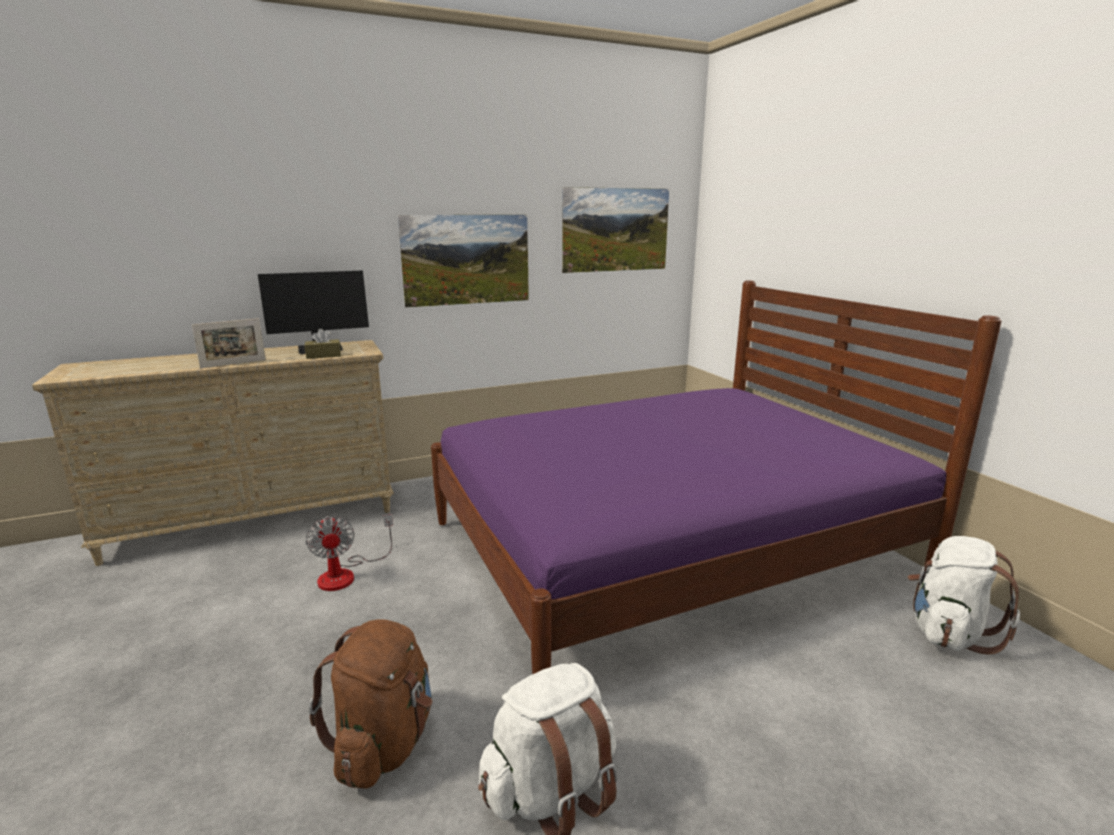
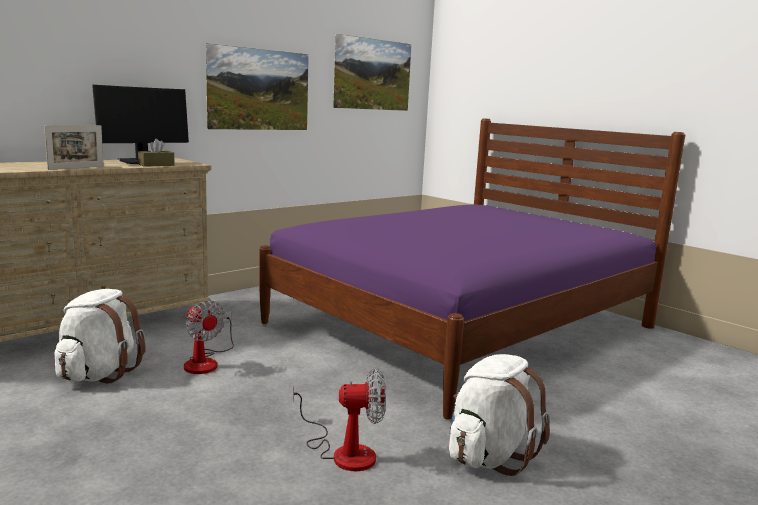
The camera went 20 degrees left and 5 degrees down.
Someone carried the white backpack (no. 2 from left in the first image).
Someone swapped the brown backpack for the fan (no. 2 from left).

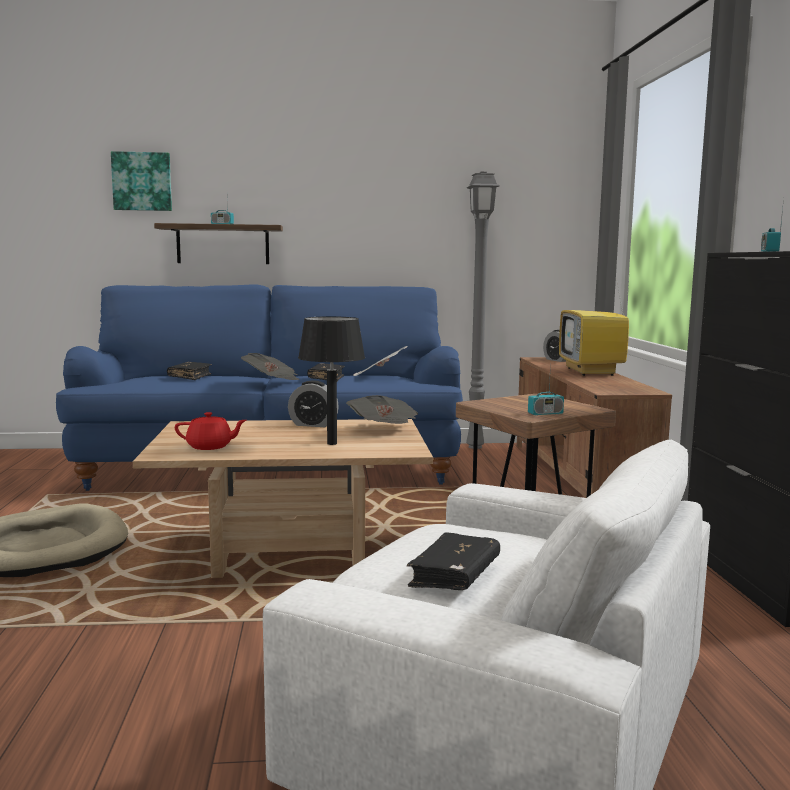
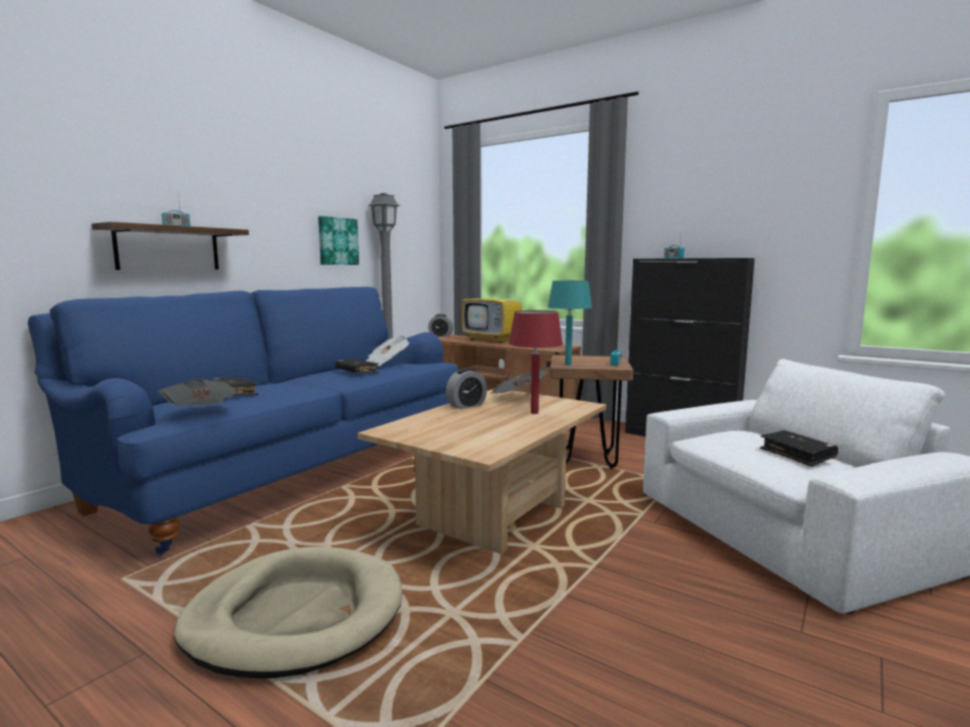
The camera went 50 degrees left and 0 degrees up.
Someone carried the newspaper (no. 1 from left).
Someone carried the picture.
Someone repainted the black table lamp, which became the red table lamp.
Someone put down the turquoise table lamp.
Someone took away the red teapot.

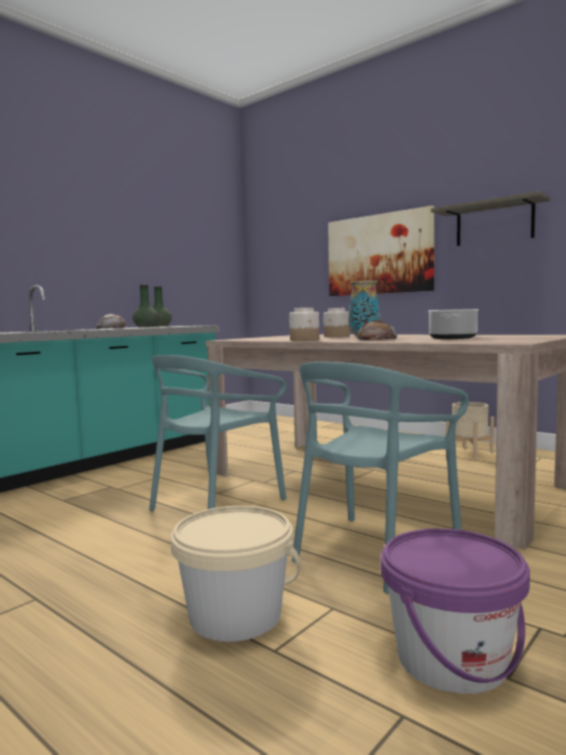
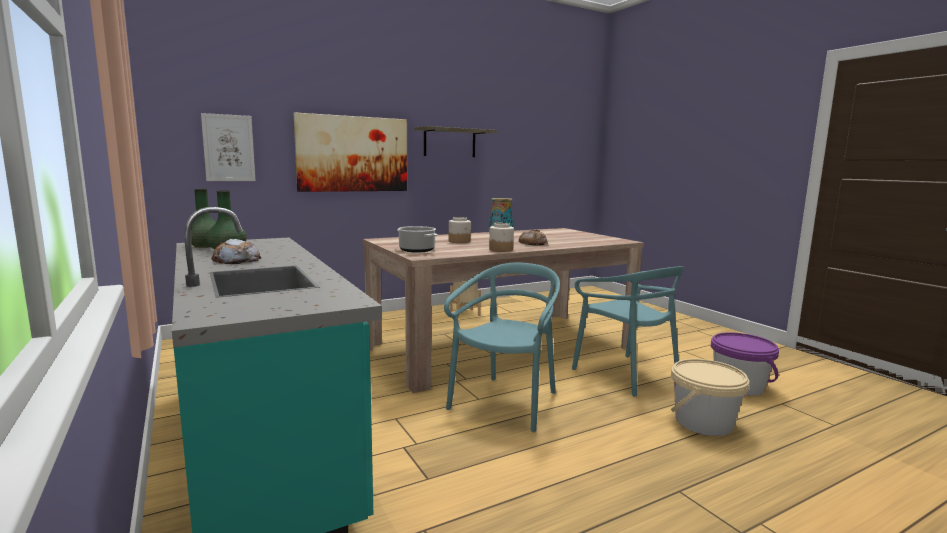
The camera went 70 degrees left and 5 degrees up.
Someone put up the picture (no. 1 from left).
Someone carried the cooking pot.
Someone rotated the turquoise chair (no. 1 from left) by 120 degrees counterclockwise.

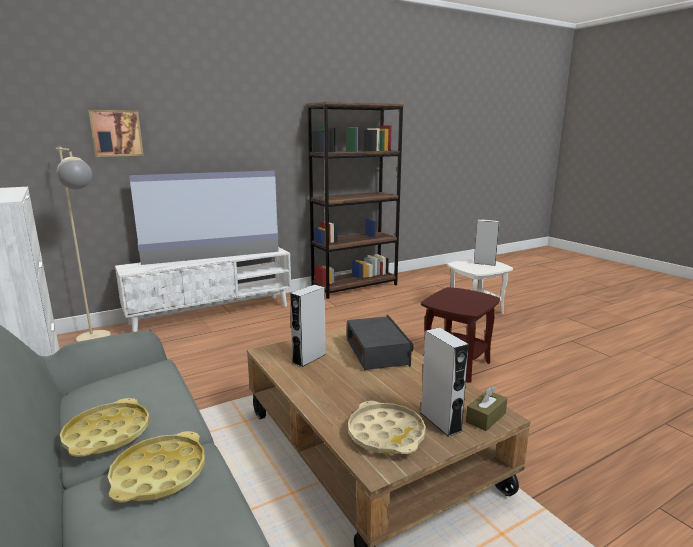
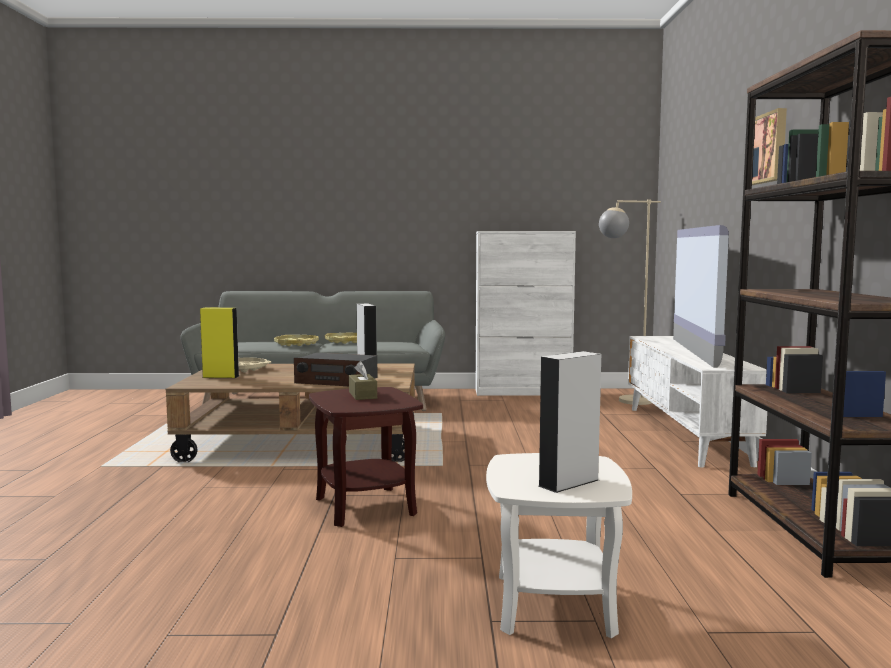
The camera went 120 degrees right and 10 degrees down.
Someone repainted the grey speaker (no. 2 from left), which became the yellow speaker.
Someone carried the brown tissue box.
Someone carried the picture.

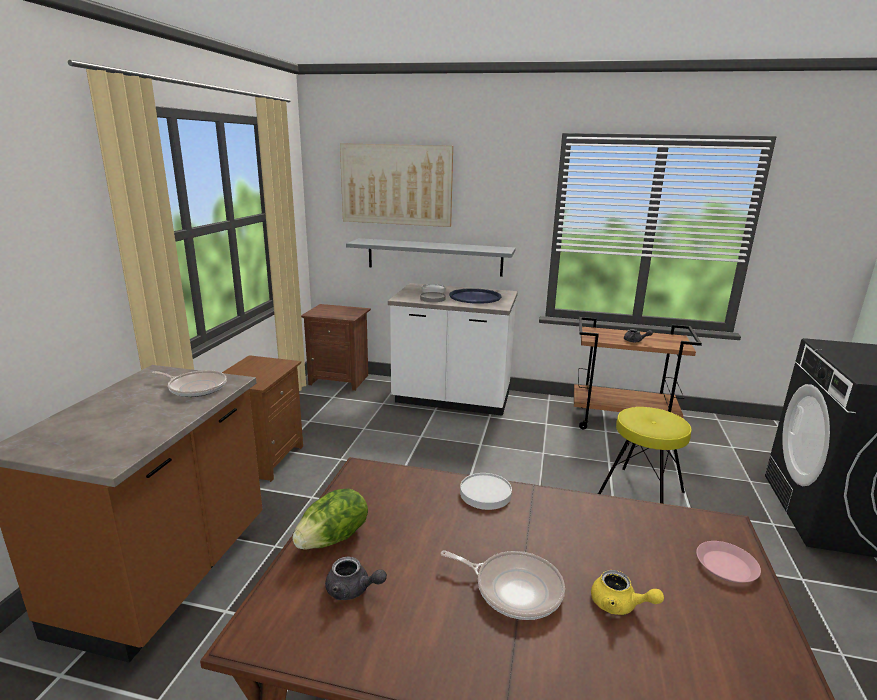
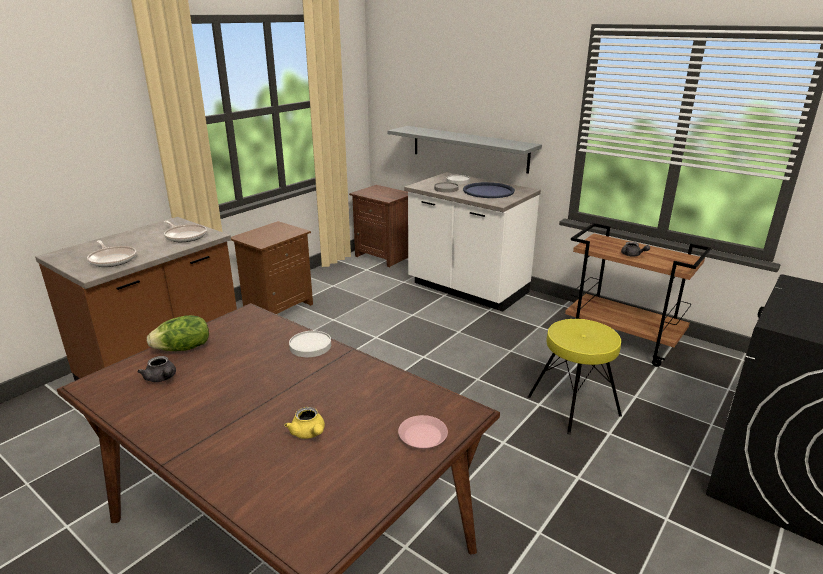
The camera went 25 degrees right and 5 degrees up.
Someone carried the frying pan (no. 2 from left in the first image).
Someone took away the picture.

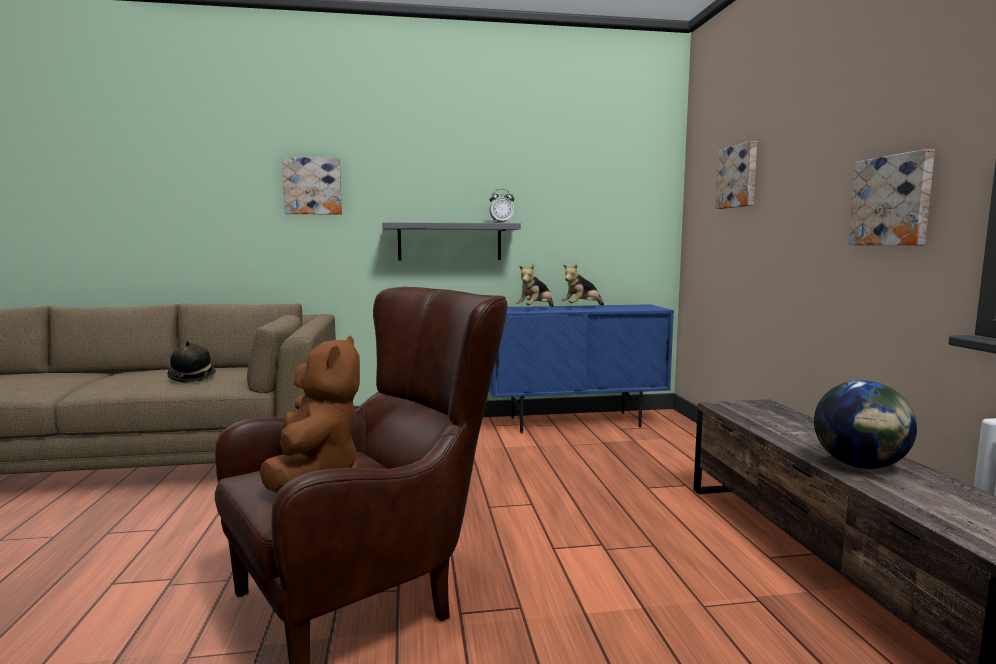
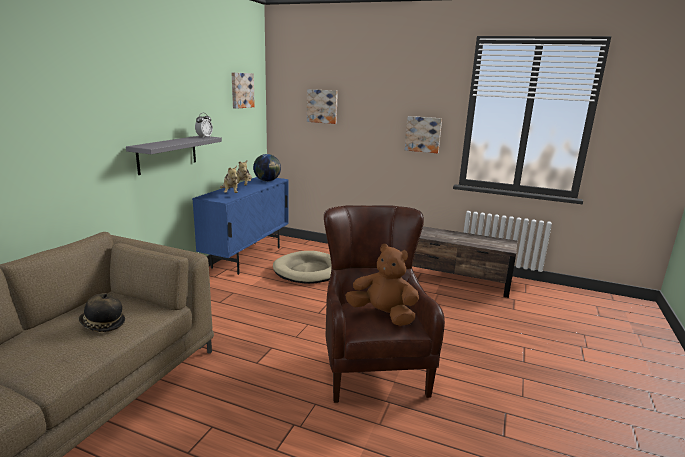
The camera went 60 degrees left and 10 degrees up.
Someone carried the picture (no. 1 from left).
Someone carried the globe.
Someone put down the beige dog bed.

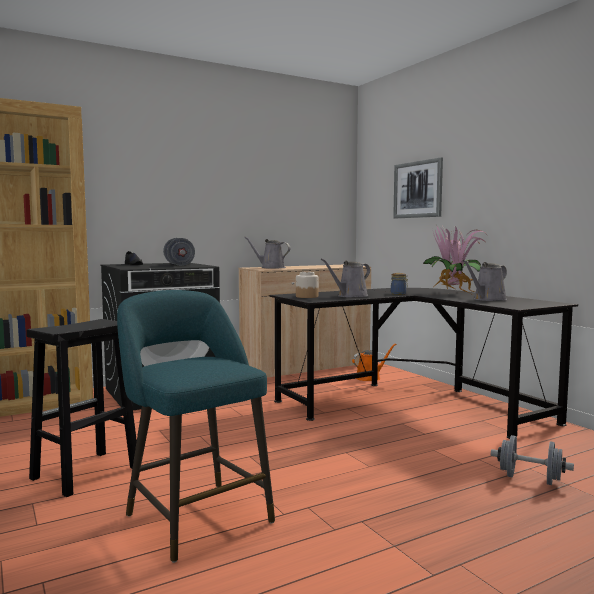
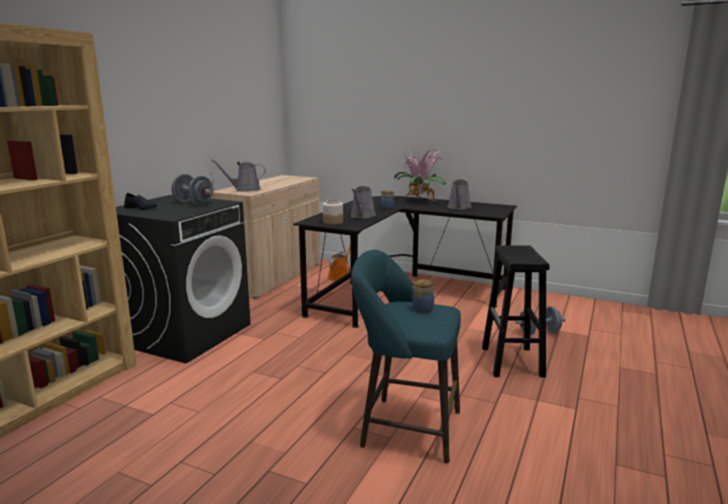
The camera went 35 degrees left and 10 degrees up.
Someone put down the jar (no. 3 from left).
Someone carried the black stool.
Someone took away the picture.

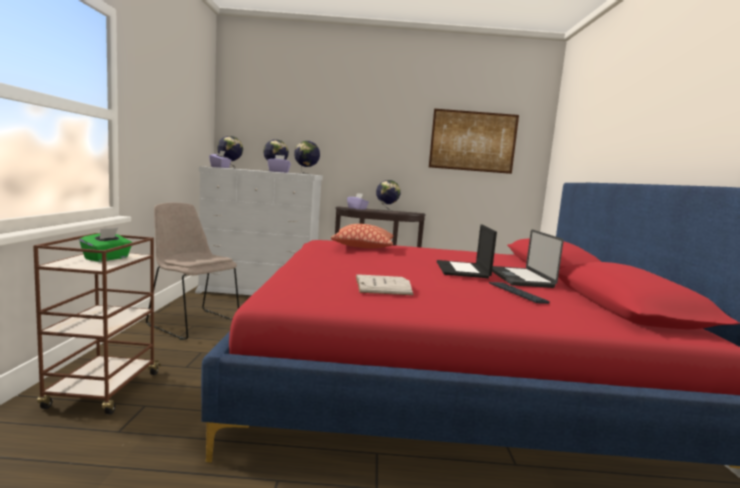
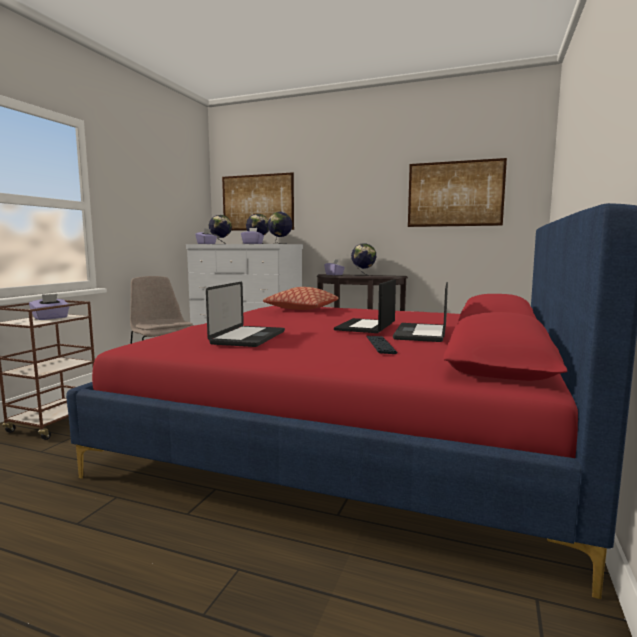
The camera went 20 degrees right and 0 degrees up.
Someone repainted the green tissue box, which became the purple tissue box (no. 1 from left).
Someone swapped the white book for the laptop (no. 1 from left).
Someone put up the picture (no. 1 from left).

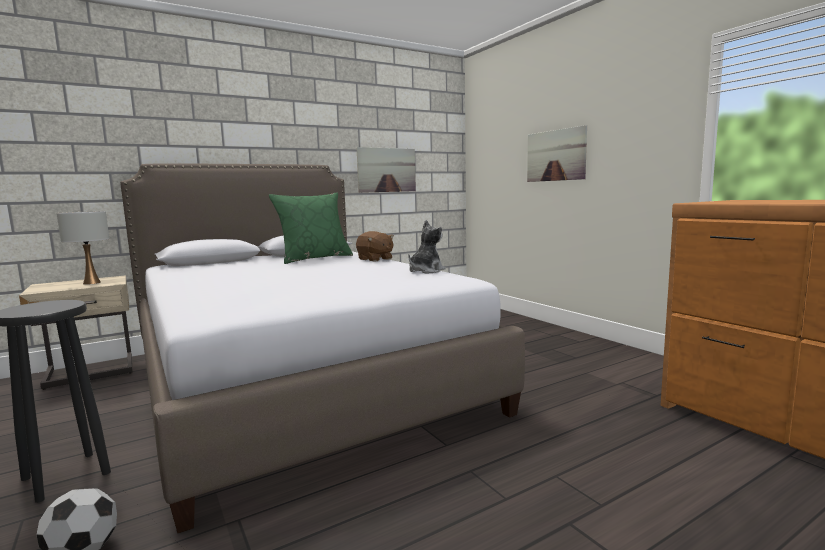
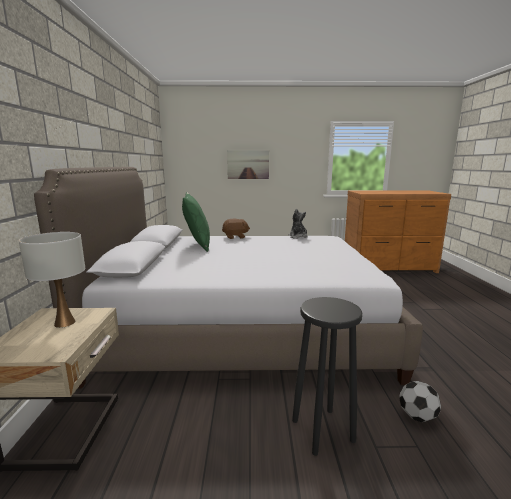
The camera went 60 degrees left and 5 degrees up.
Someone took away the picture (no. 1 from left).

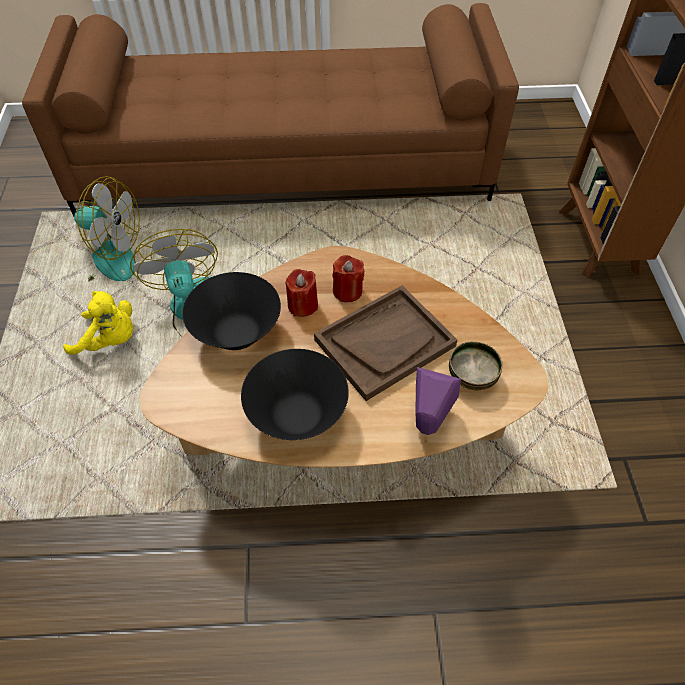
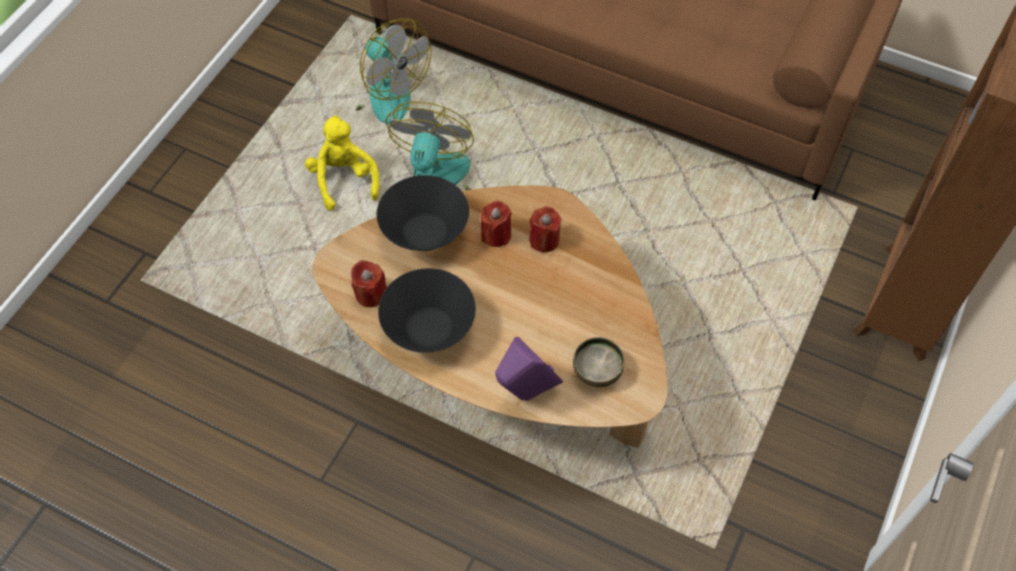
The camera went 30 degrees right and 5 degrees up.
Someone rotated the yellow plush toy by 150 degrees counterclockwise.
Someone put down the red candle (no. 1 from left).
Someone took away the brown tray.

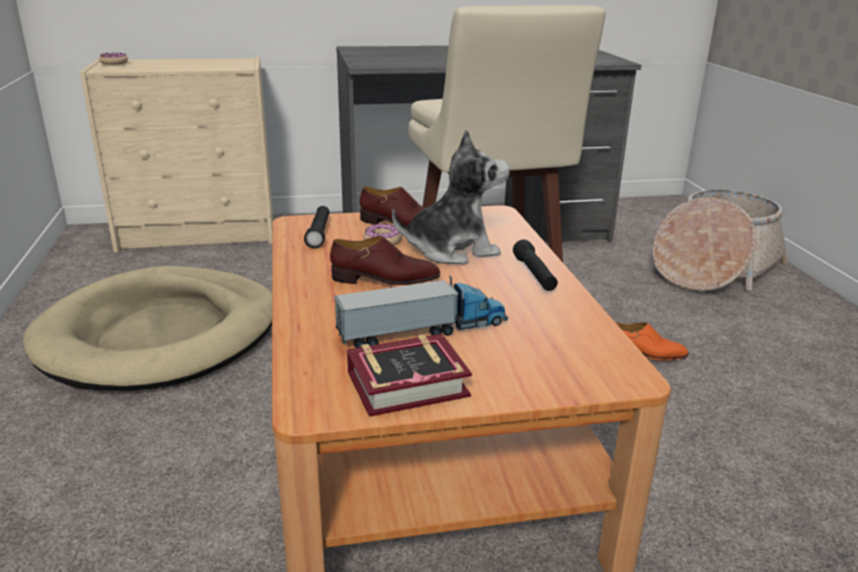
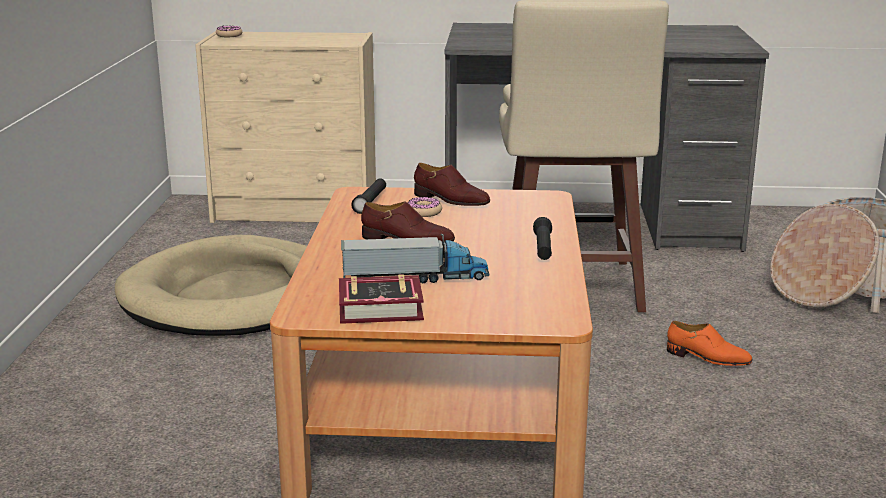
The camera went 15 degrees right and 5 degrees down.
Someone took away the plush toy.

